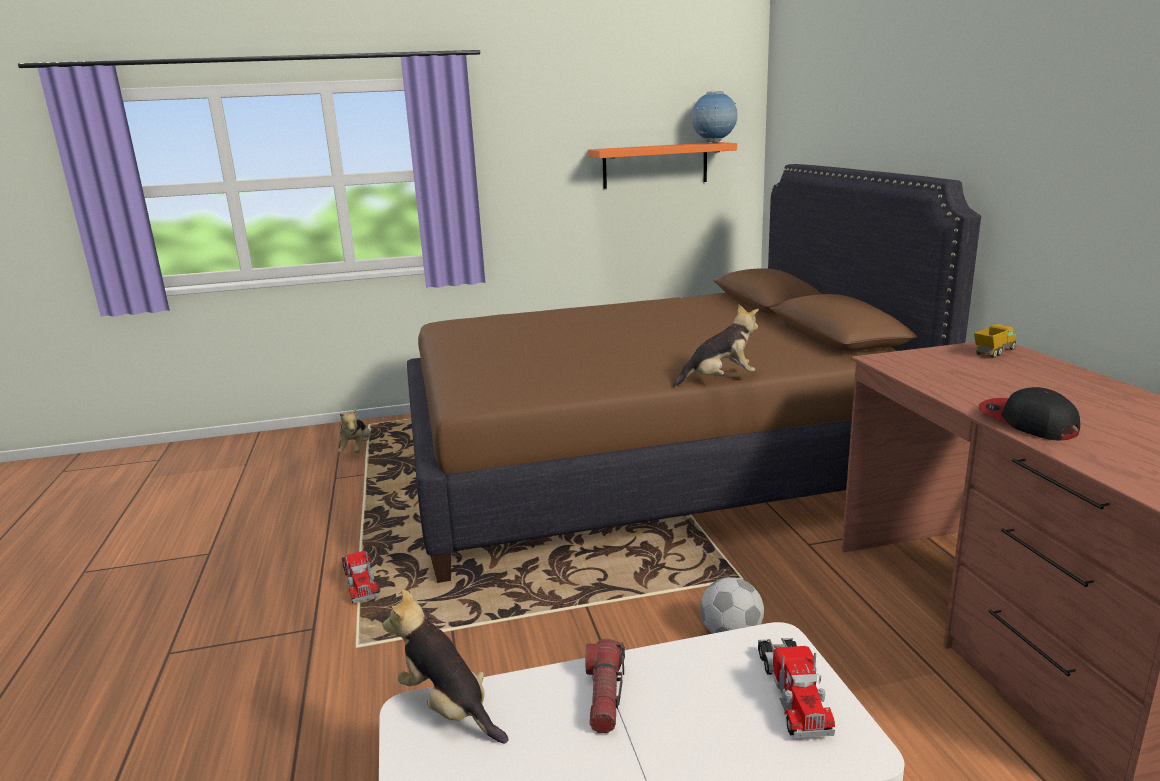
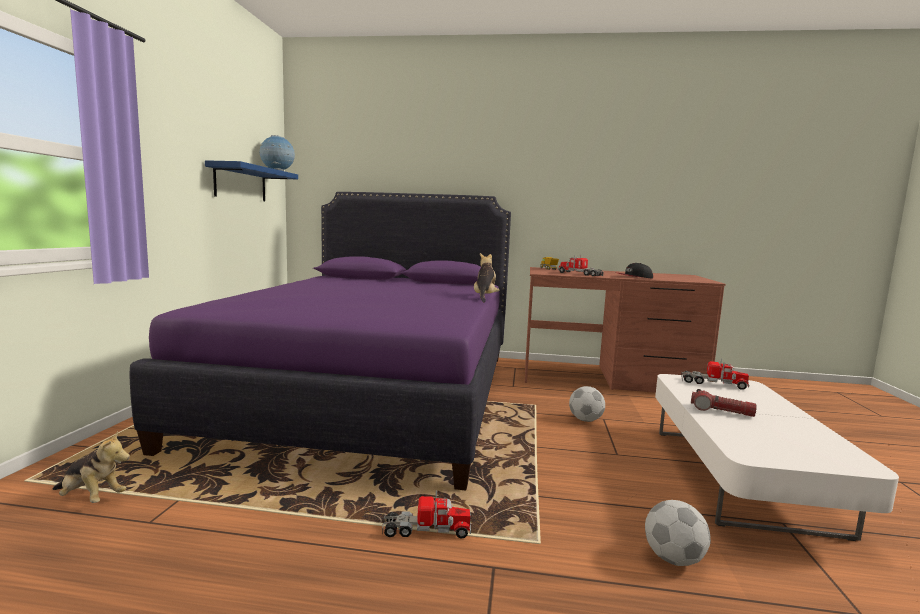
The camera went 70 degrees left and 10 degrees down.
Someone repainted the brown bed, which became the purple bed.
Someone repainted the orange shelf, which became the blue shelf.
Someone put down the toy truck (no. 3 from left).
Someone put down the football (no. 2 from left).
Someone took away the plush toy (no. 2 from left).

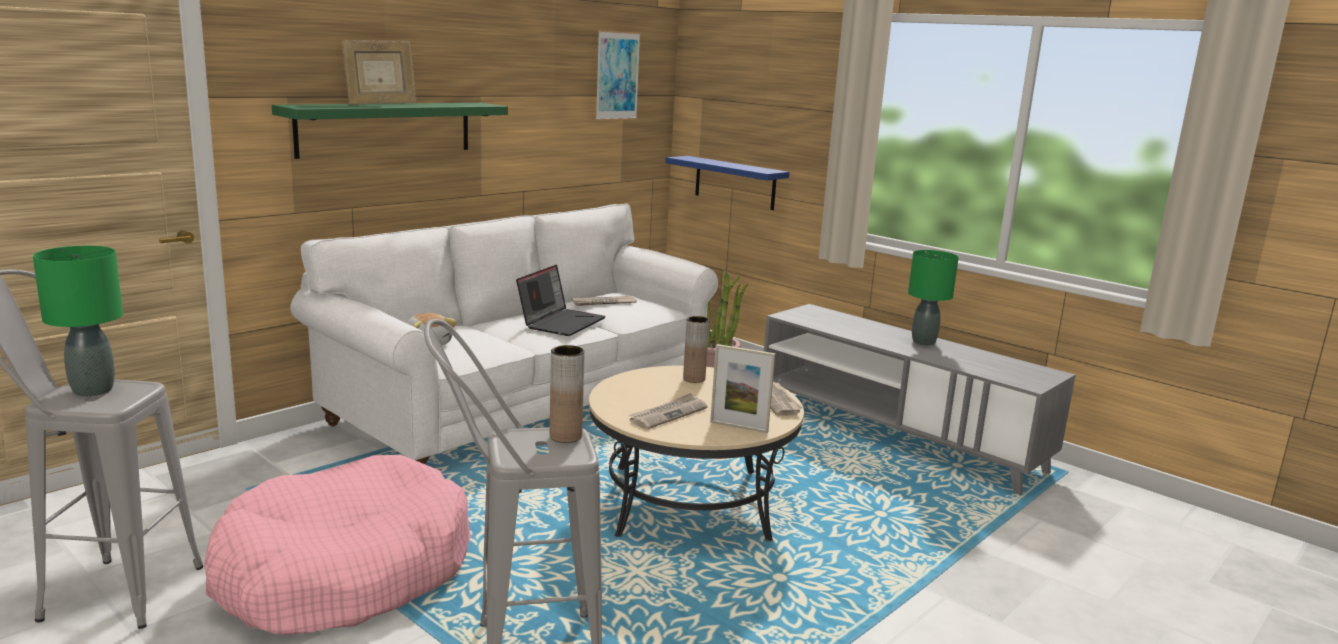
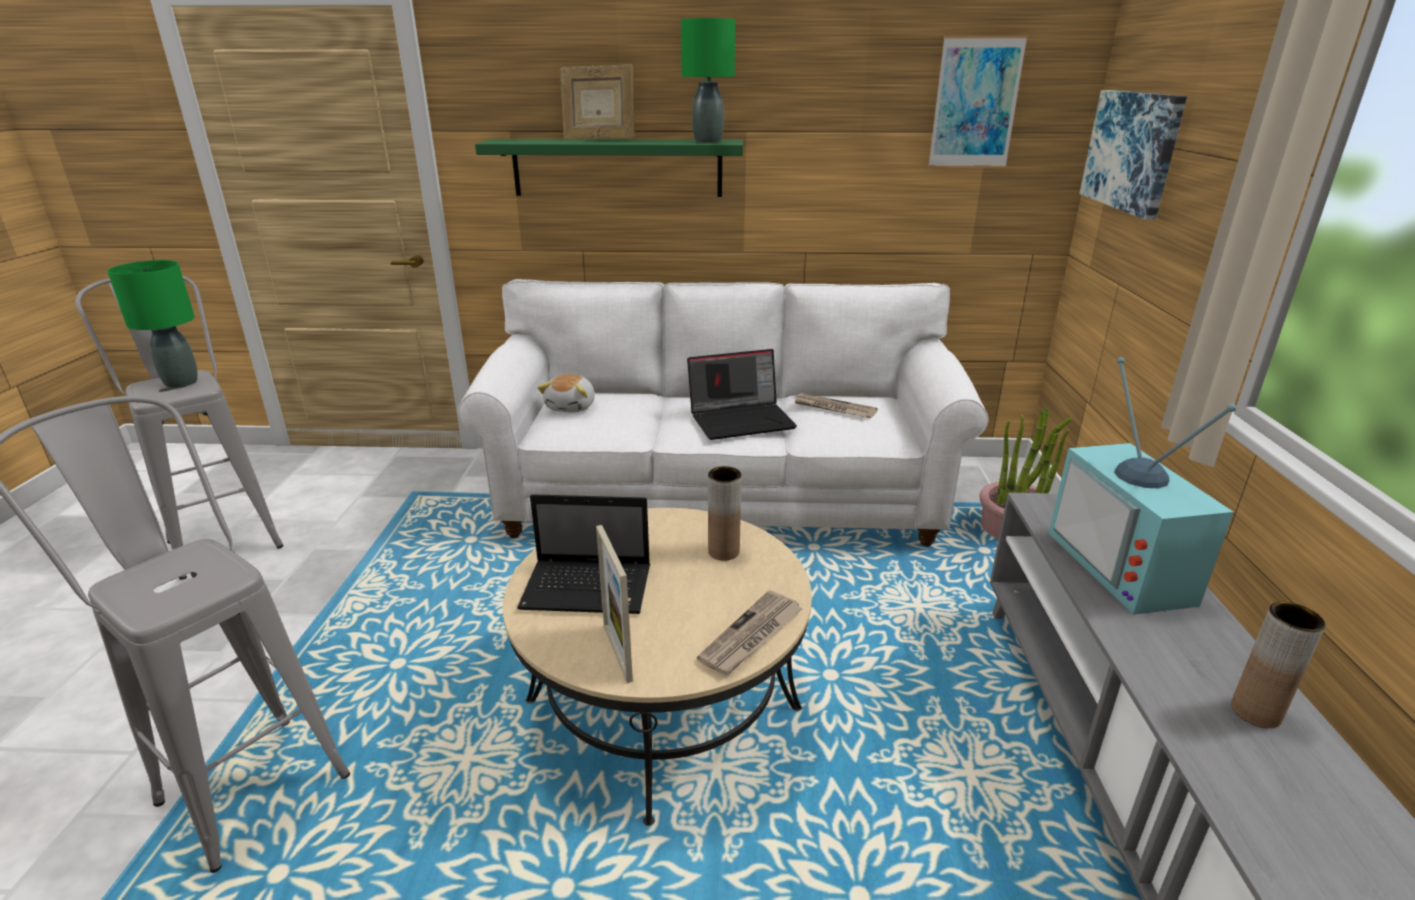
The camera went 50 degrees right and 10 degrees up.
Someone swapped the newspaper (no. 2 from left) for the laptop (no. 1 from left).
Someone carried the green table lamp (no. 2 from left).
Someone put down the television.
Someone put up the picture (no. 2 from left).
Someone carried the brown vase (no. 1 from left in the first image).
Someone took away the pink dog bed.
Someone took away the blue shelf.

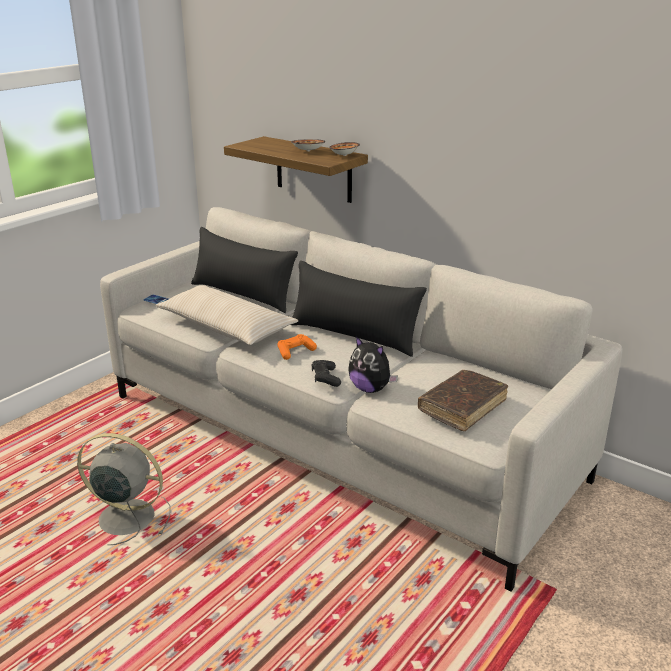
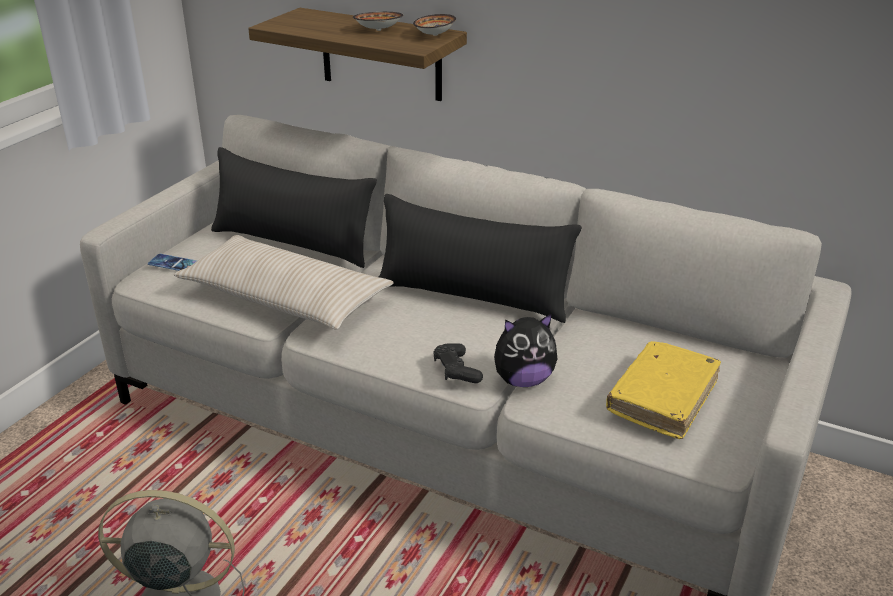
The camera went 10 degrees left and 5 degrees up.
Someone rotated the plush toy by 45 degrees counterclockwise.
Someone repainted the brown book, which became the yellow book.
Someone took away the orange game controller.

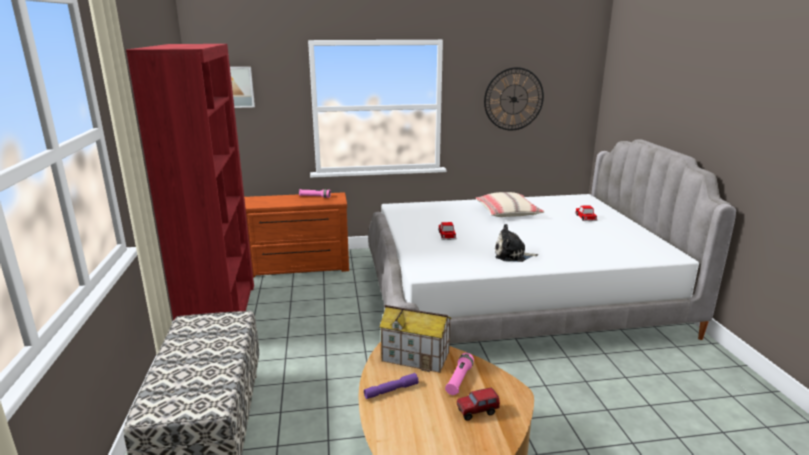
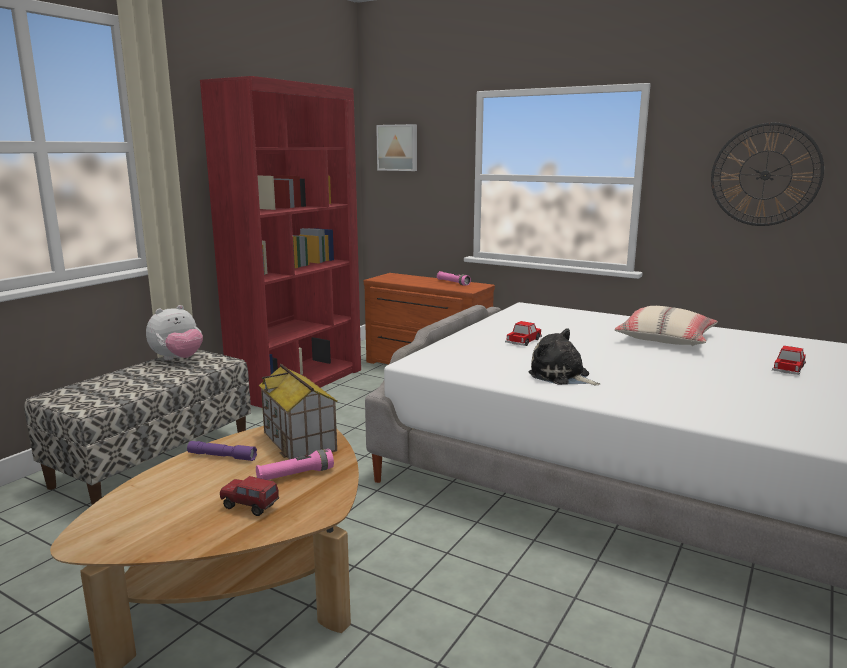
The camera went 40 degrees right and 5 degrees down.
Someone put down the plush toy (no. 1 from left).

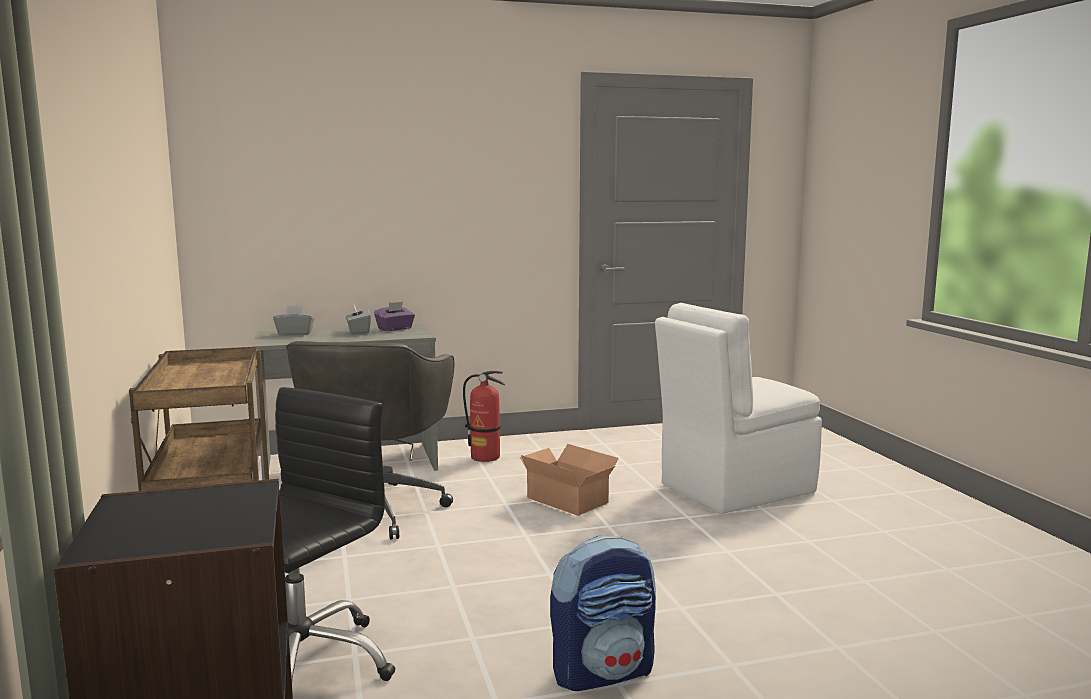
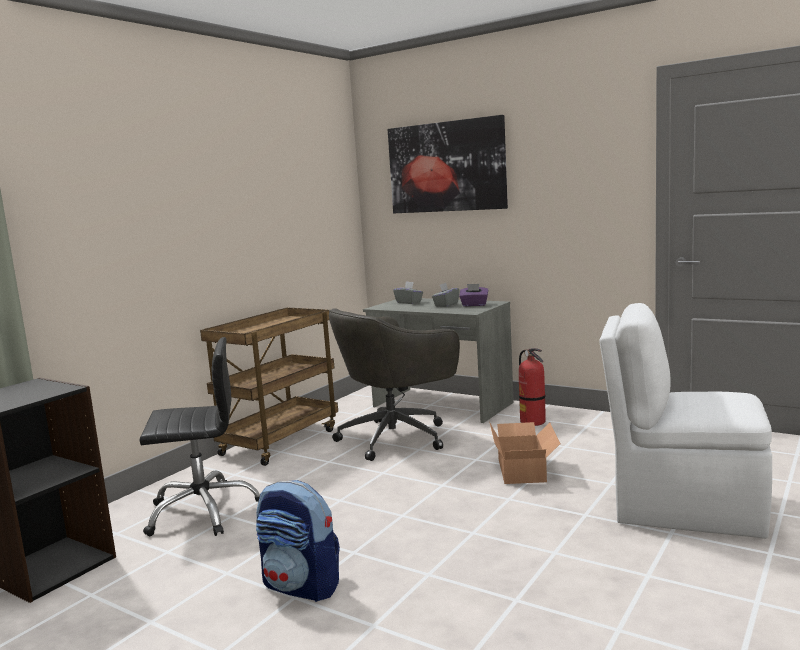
The camera went 50 degrees right and 0 degrees up.
Someone put up the picture.

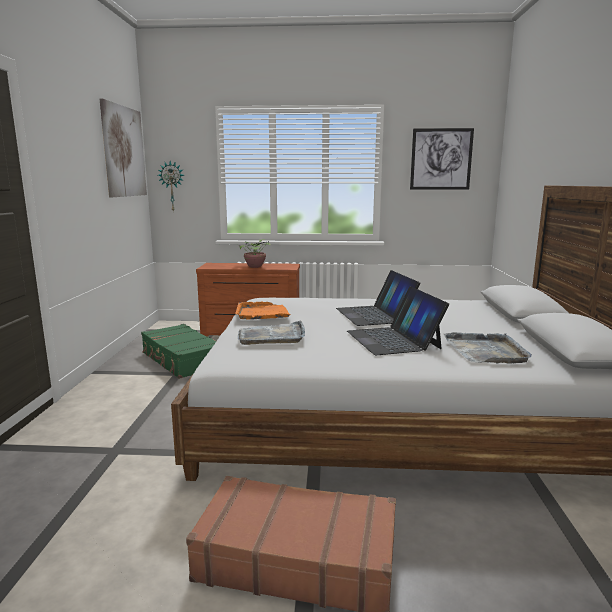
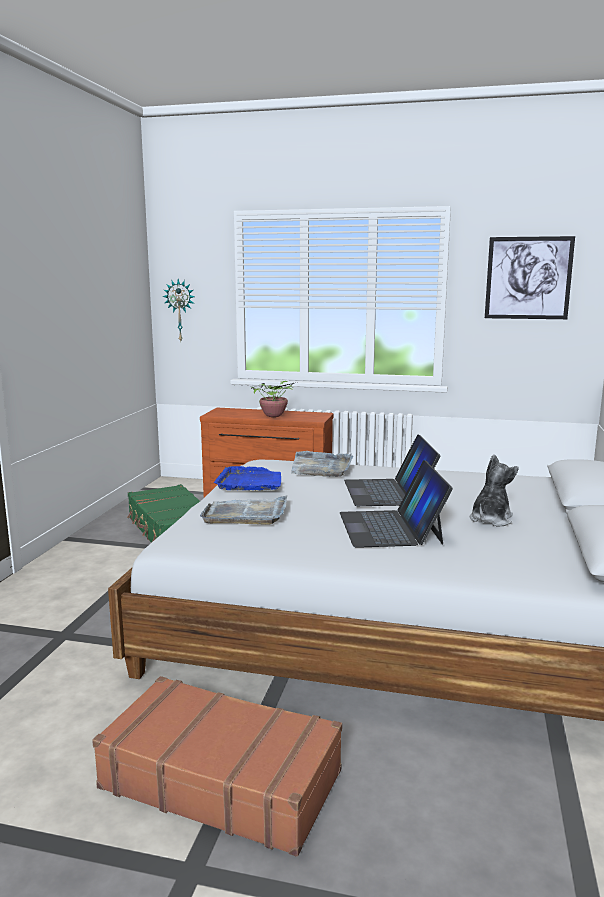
The camera went 10 degrees right and 0 degrees up.
Someone repainted the orange tray, which became the blue tray.
Someone carried the grey tray (no. 2 from left).
Someone put down the plush toy.
Someone took away the picture (no. 1 from left).

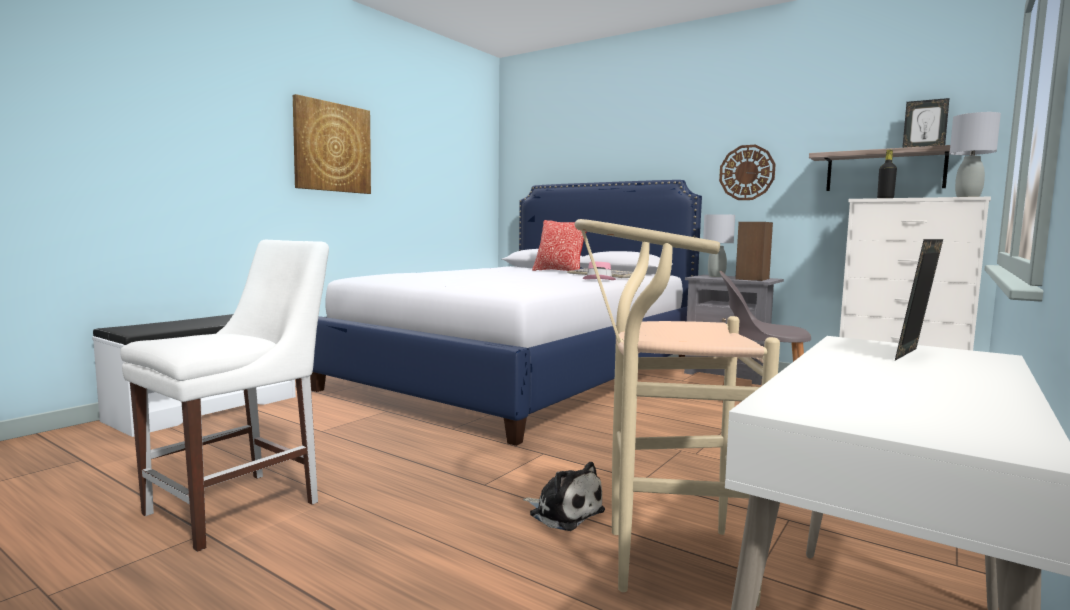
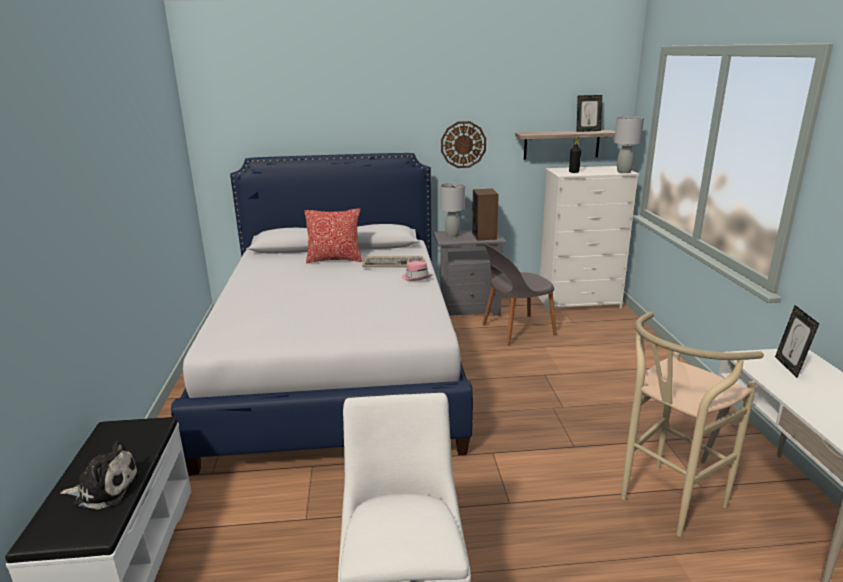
The camera went 40 degrees left and 15 degrees up.
Someone carried the plush toy.
Someone took away the picture.

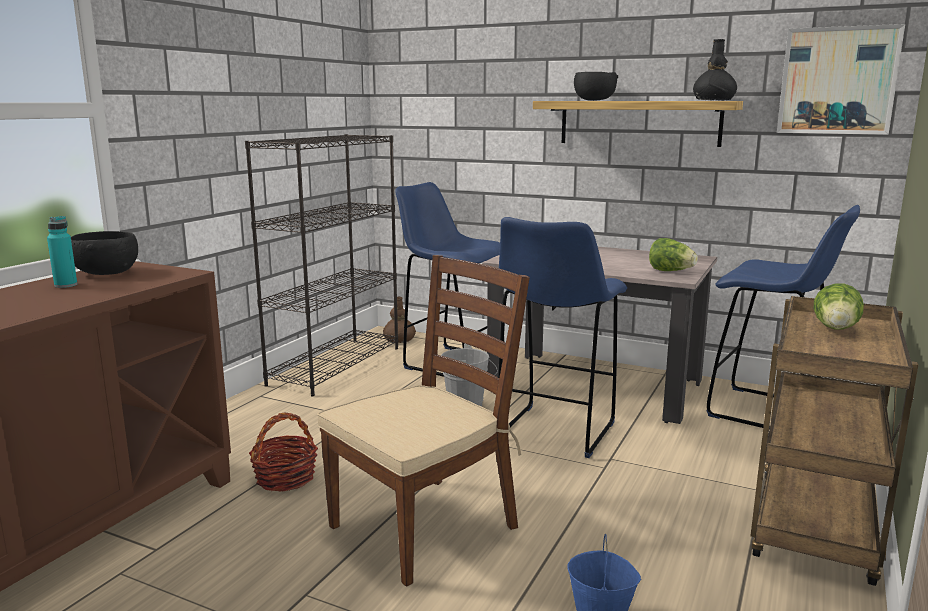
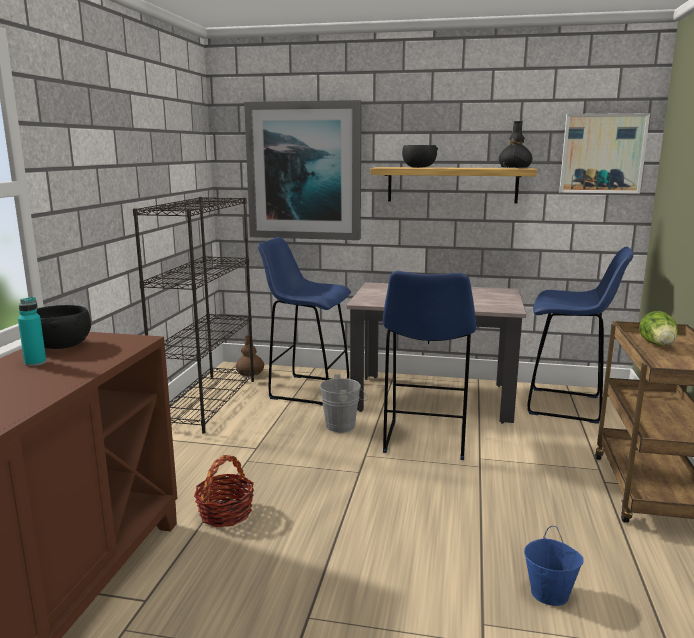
The camera went 15 degrees left and 0 degrees up.
Someone put up the picture (no. 1 from left).
Someone took away the brown chair.
Someone took away the lettuce (no. 1 from left).

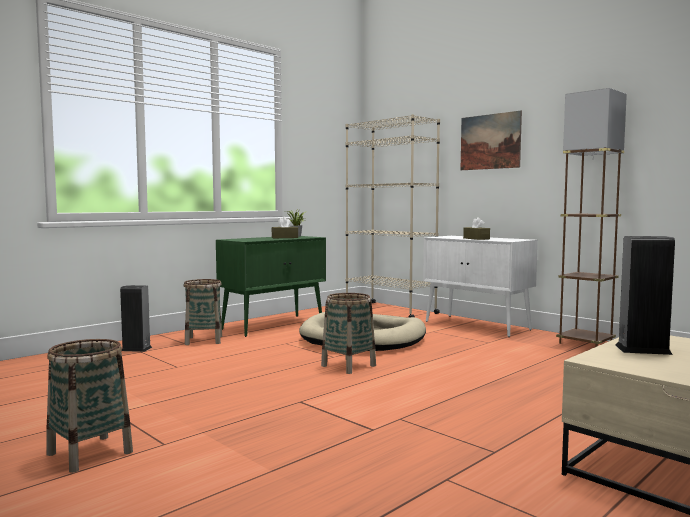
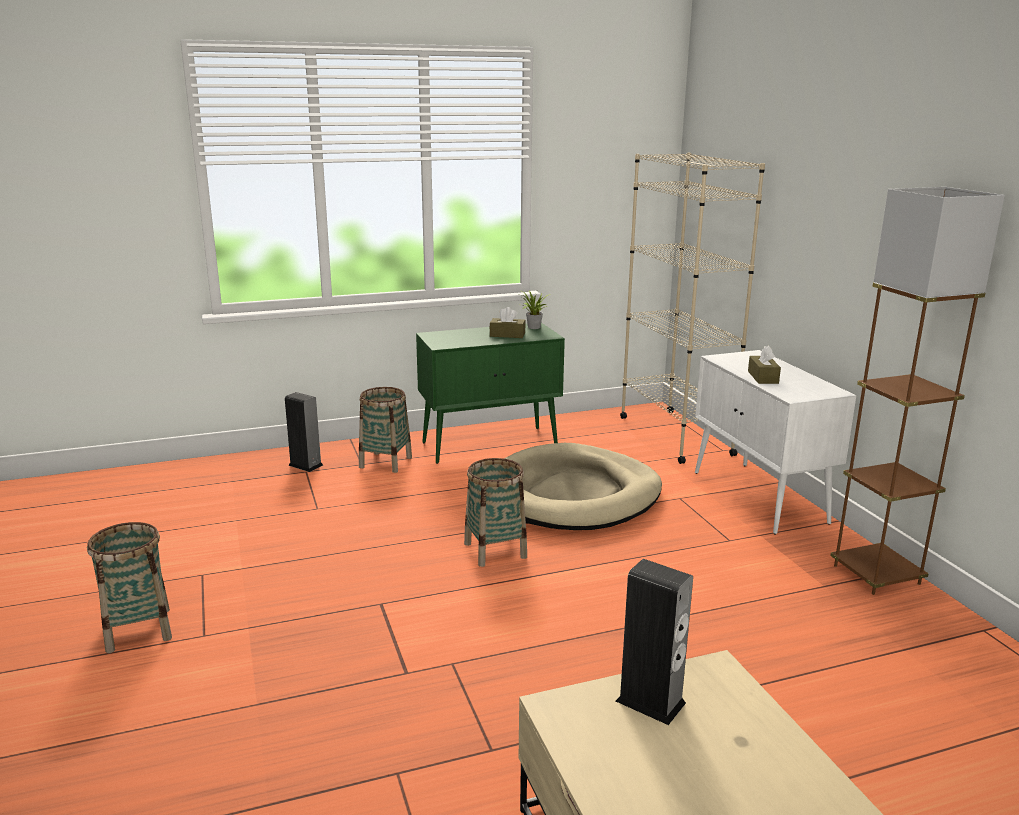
The camera went 25 degrees right and 15 degrees up.
Someone took away the picture.

